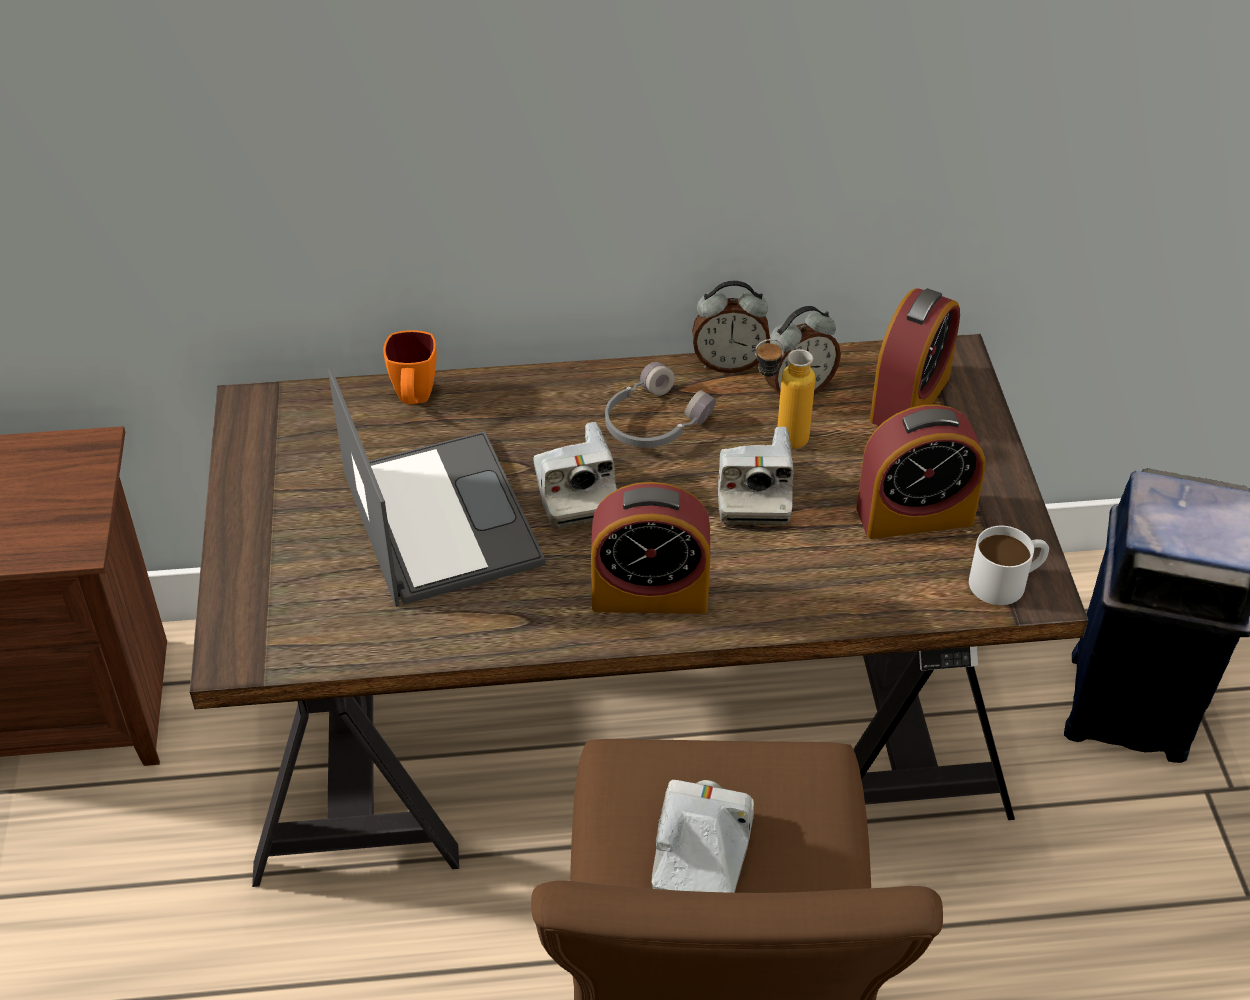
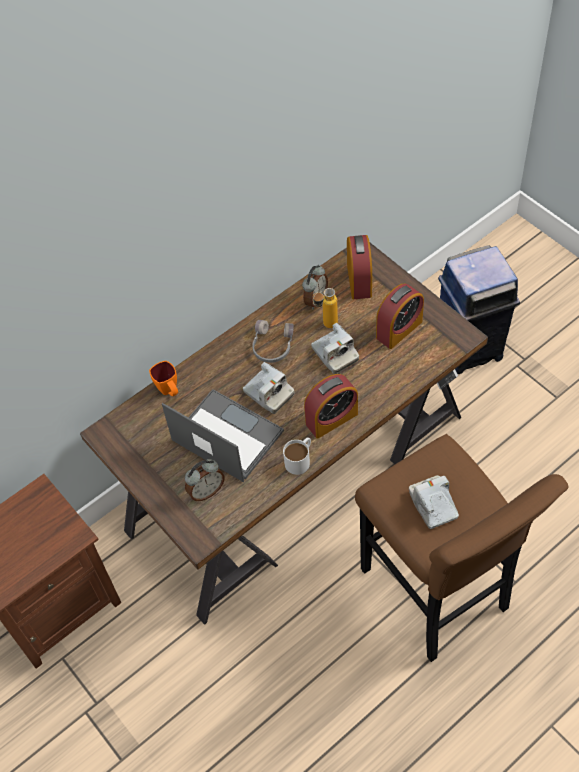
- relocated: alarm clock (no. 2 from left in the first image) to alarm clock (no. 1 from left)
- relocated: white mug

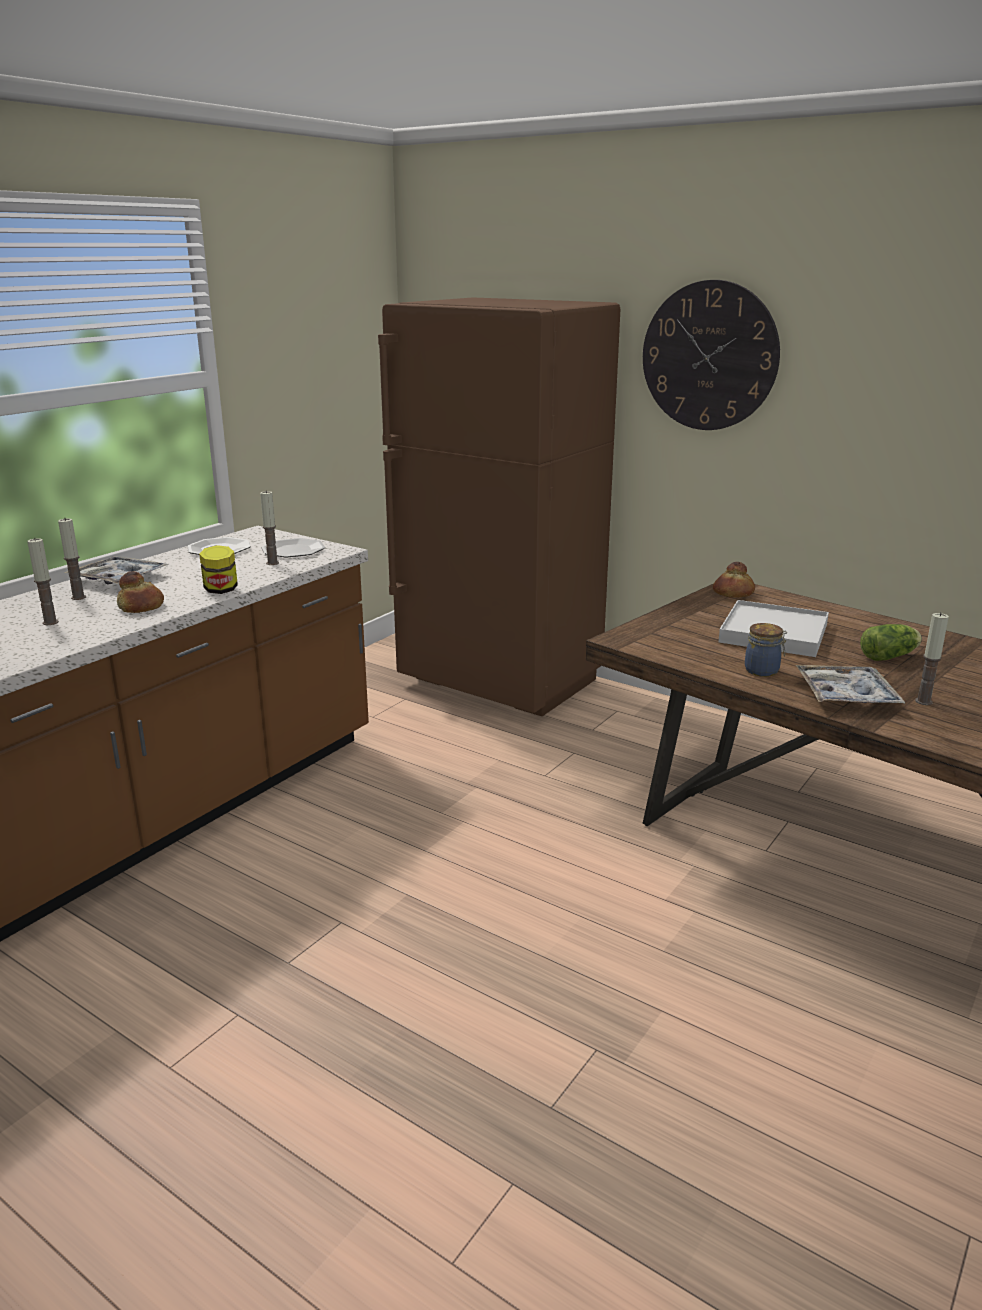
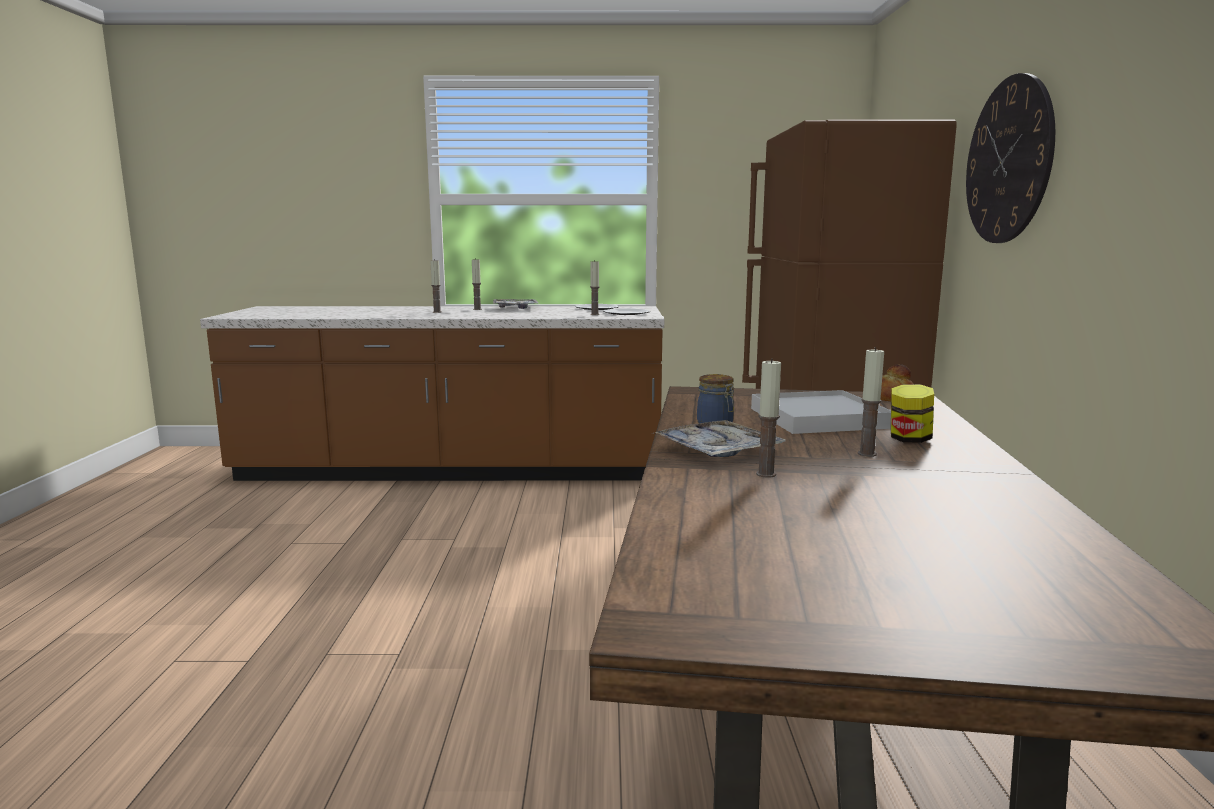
- missing: bread (no. 1 from left)
- relocated: jar (no. 1 from left in the first image) to jar (no. 2 from left)
- exchanged: lettuce to candle (no. 5 from left)

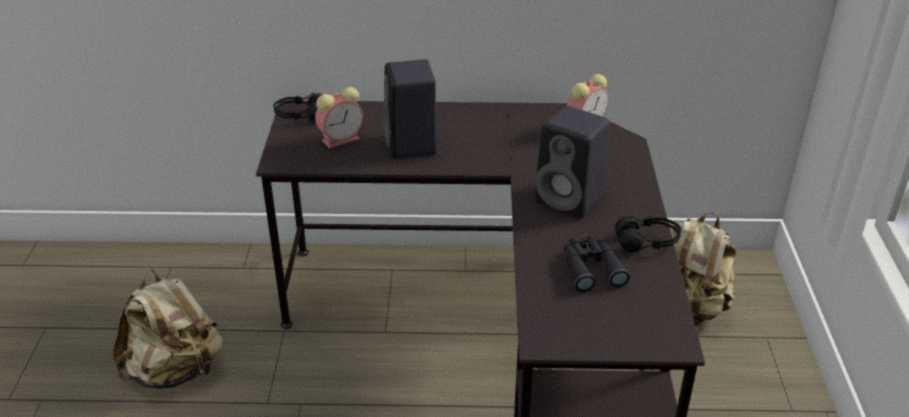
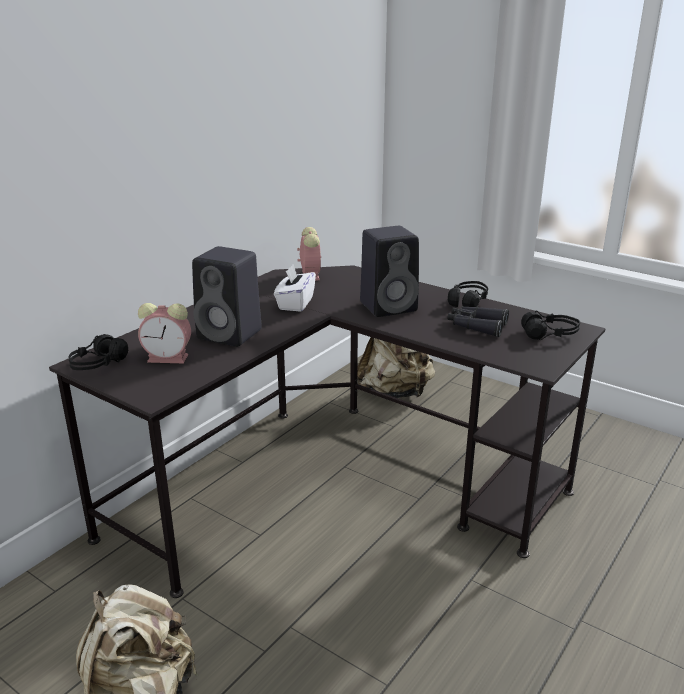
- appeared: white tissue box
- appeared: black headphones (no. 3 from left)
- spun: alarm clock (no. 1 from left) 90 degrees clockwise

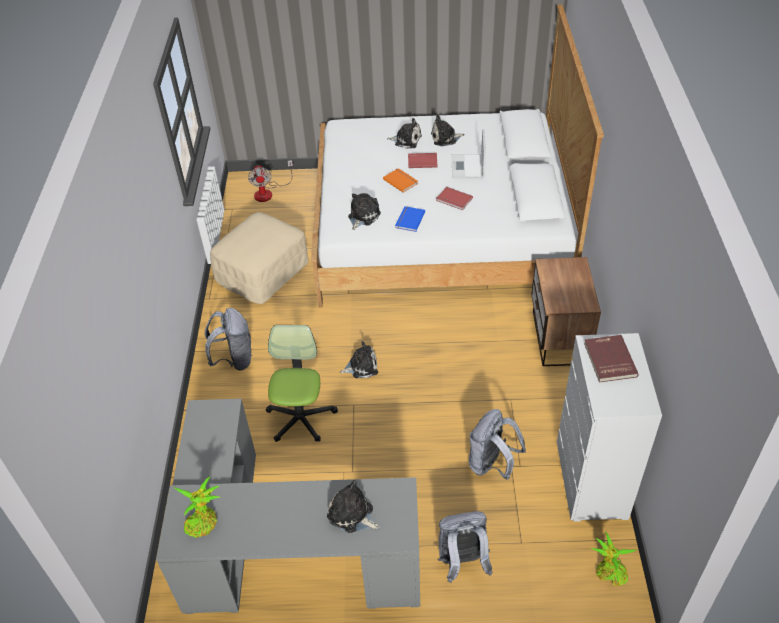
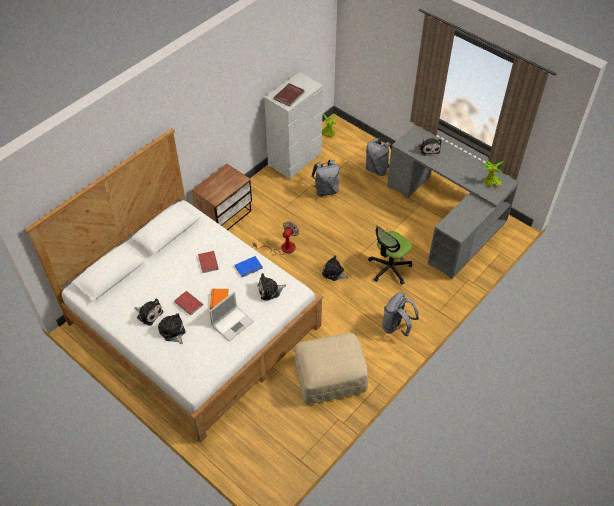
- relocated: fan
- relocated: laptop

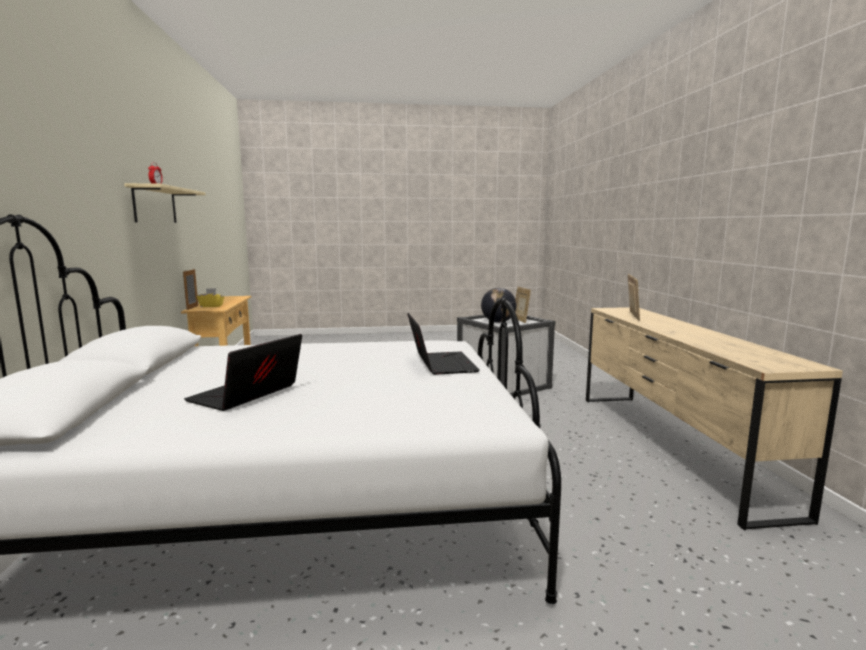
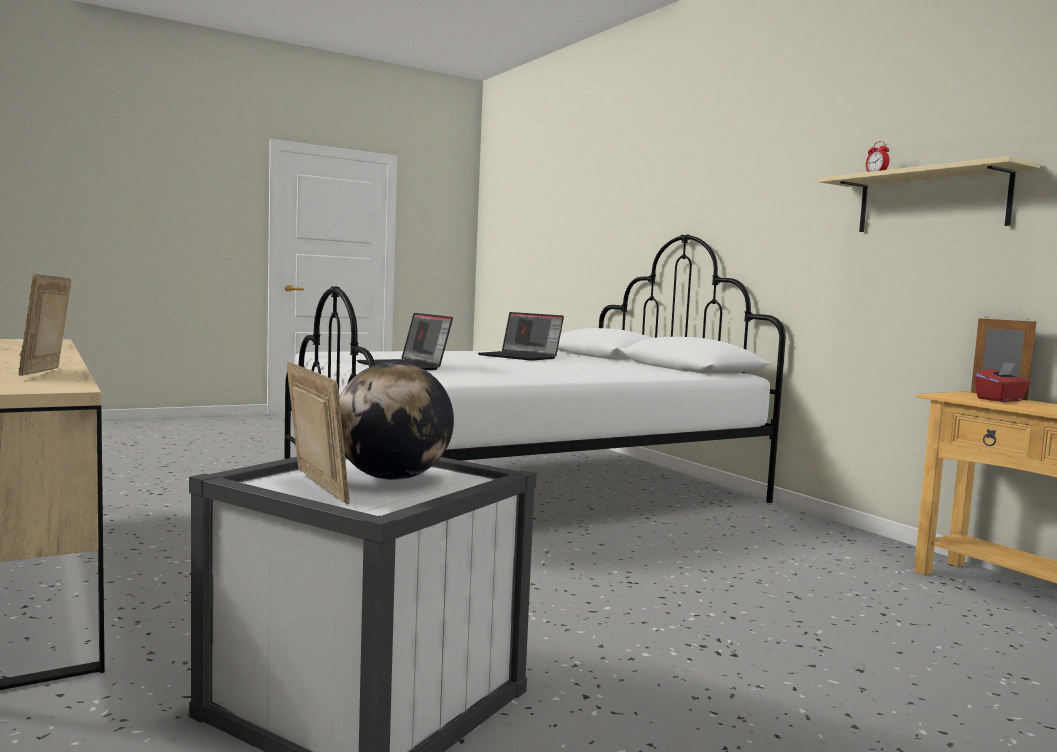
- colour: yellow tissue box to red tissue box
- spun: laptop (no. 1 from left in the first image) 120 degrees clockwise

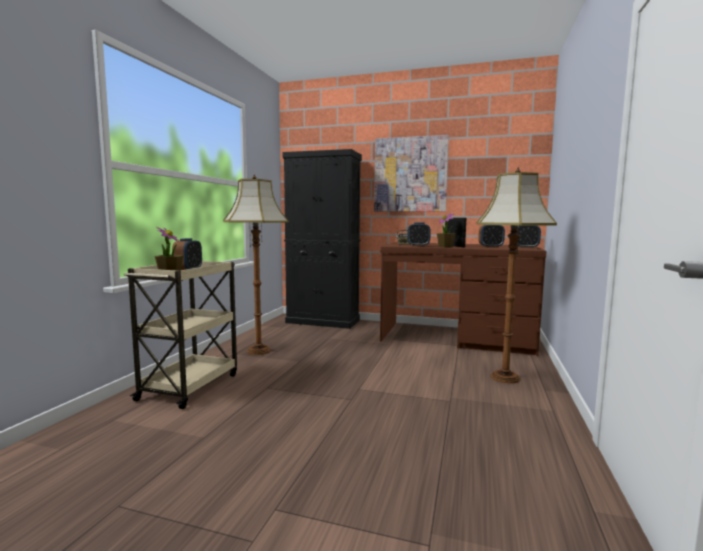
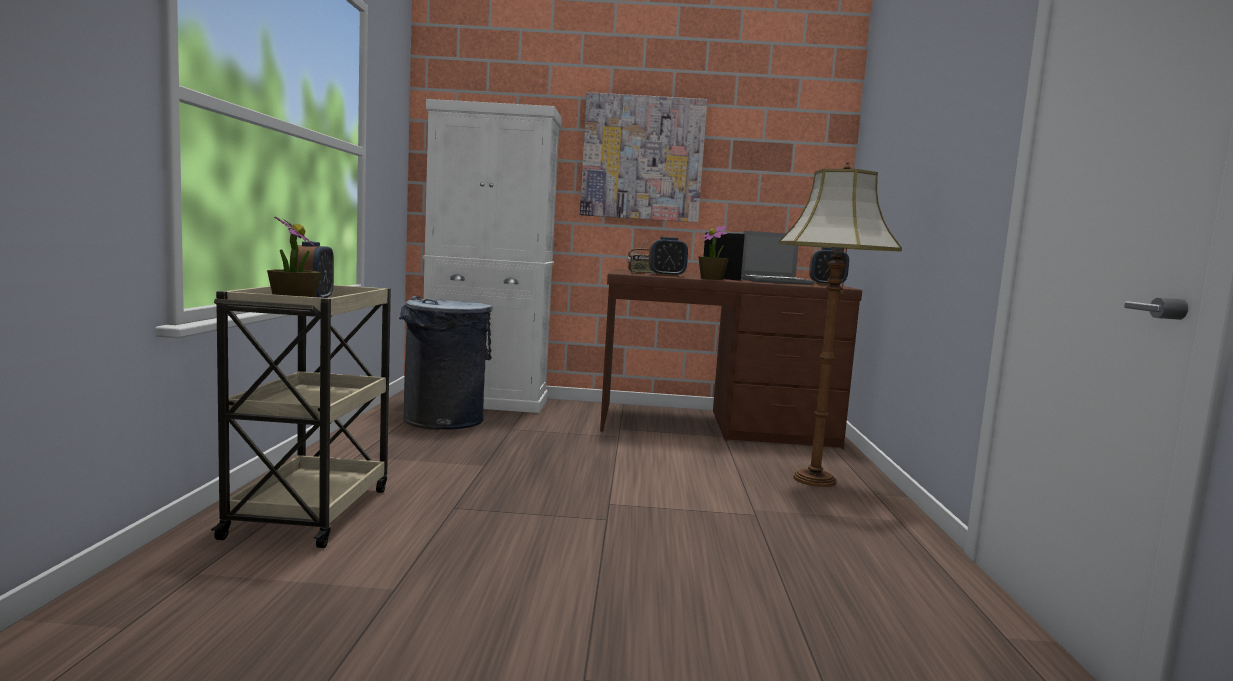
- missing: floor lamp (no. 1 from left)
- appeared: grey trash can
- exchanged: alarm clock (no. 3 from left) to laptop
- colour: black cabinet to white cabinet

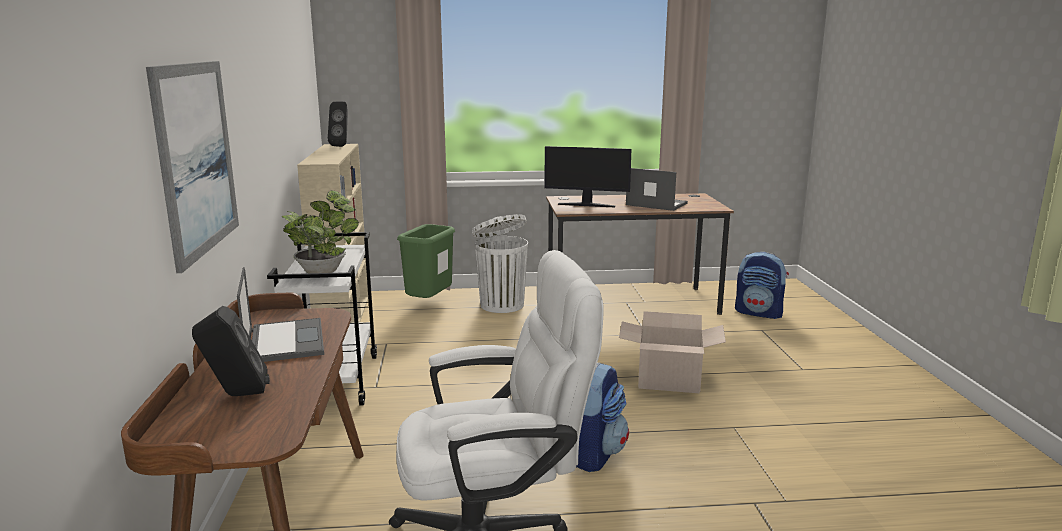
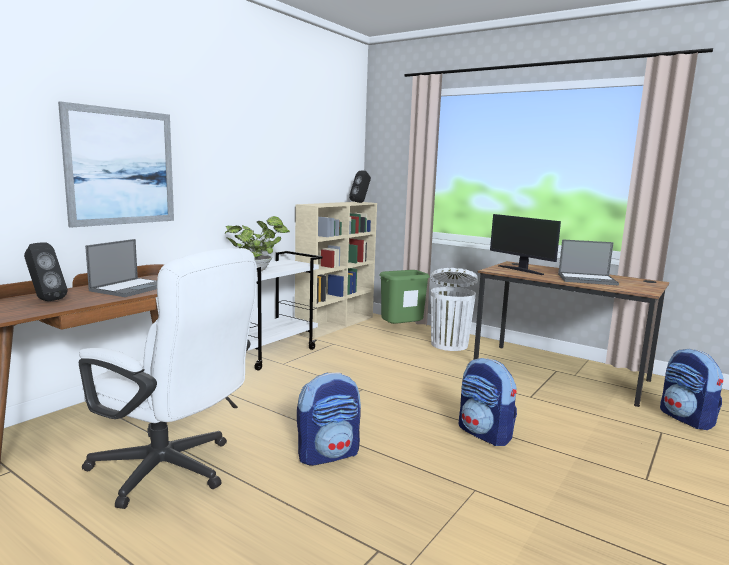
- exchanged: cardboard box to backpack (no. 2 from left)
- spun: laptop (no. 2 from left) 120 degrees clockwise

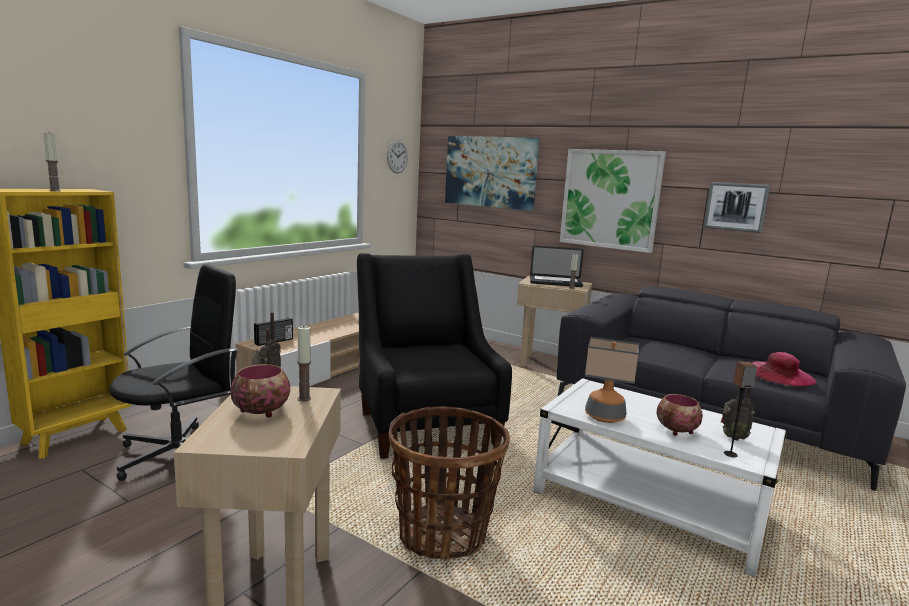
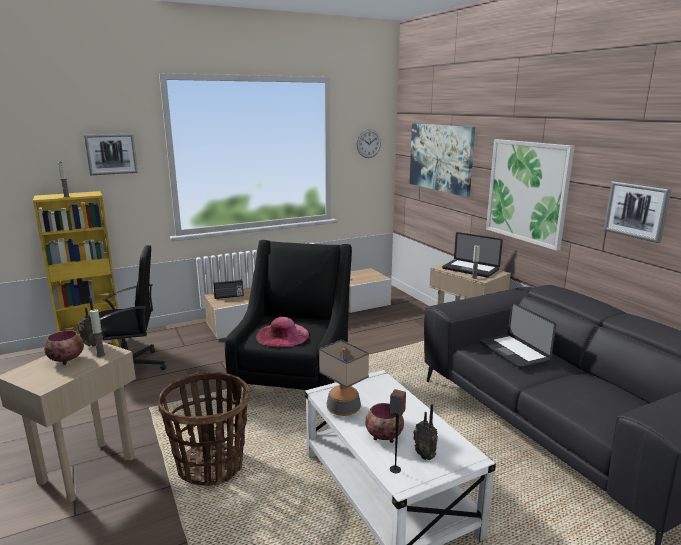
- appeared: picture (no. 1 from left)
- appeared: laptop (no. 2 from left)
- relocated: pink hat

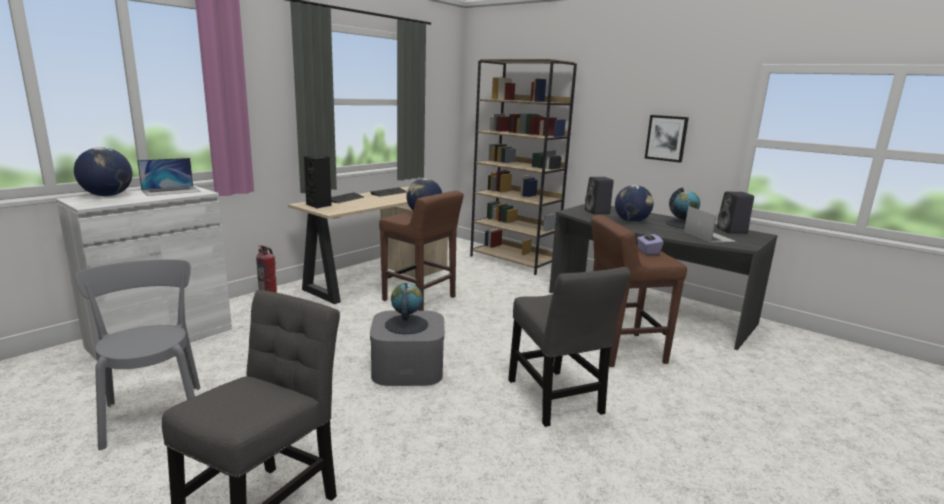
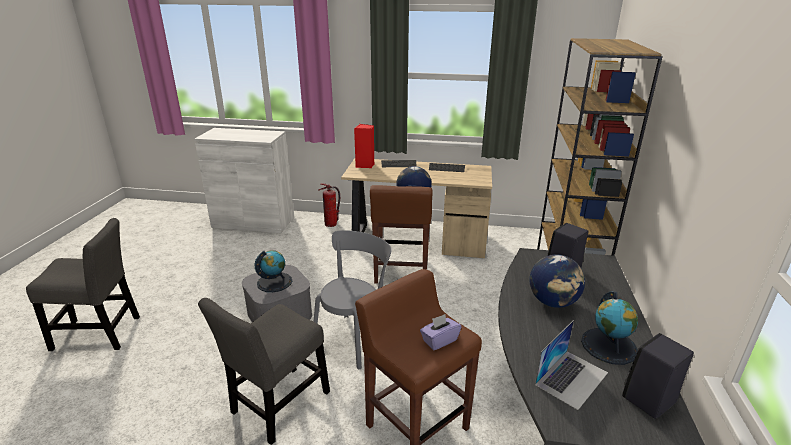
- missing: globe (no. 1 from left)
- missing: laptop (no. 1 from left)
- missing: picture
- relocated: grey chair (no. 1 from left in the first image) to grey chair (no. 3 from left)
- colour: black speaker (no. 1 from left) to red speaker

